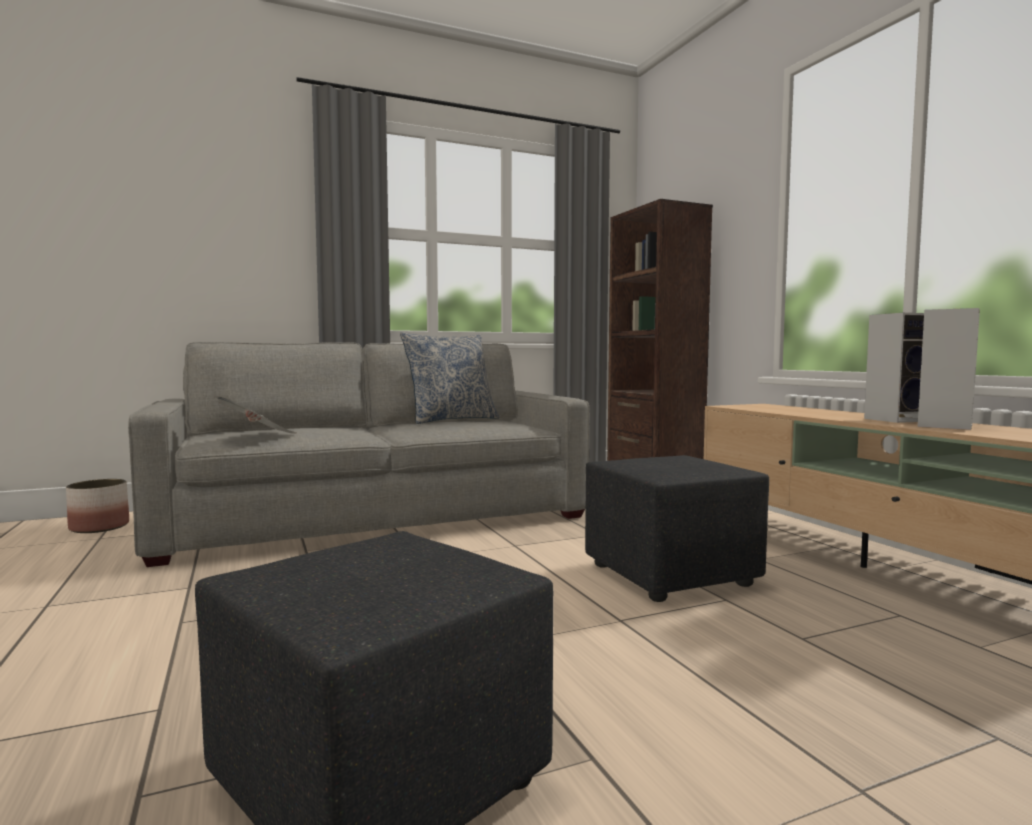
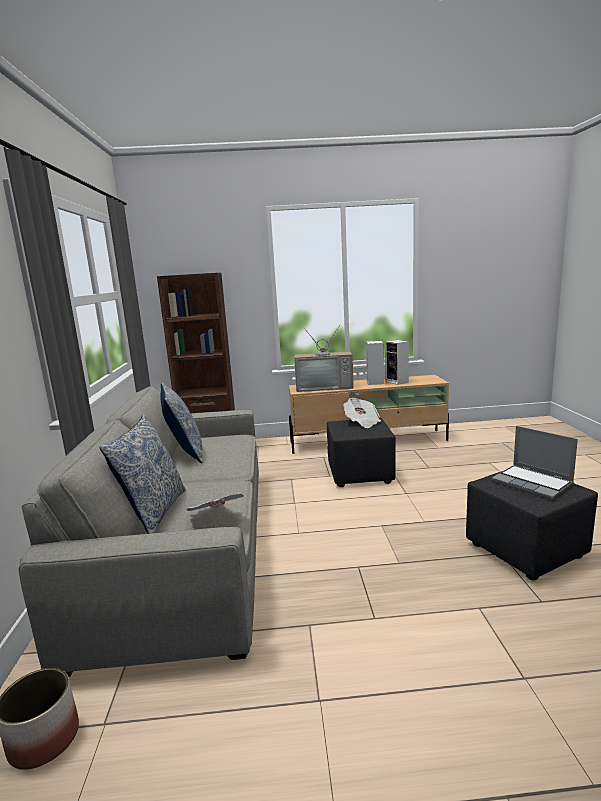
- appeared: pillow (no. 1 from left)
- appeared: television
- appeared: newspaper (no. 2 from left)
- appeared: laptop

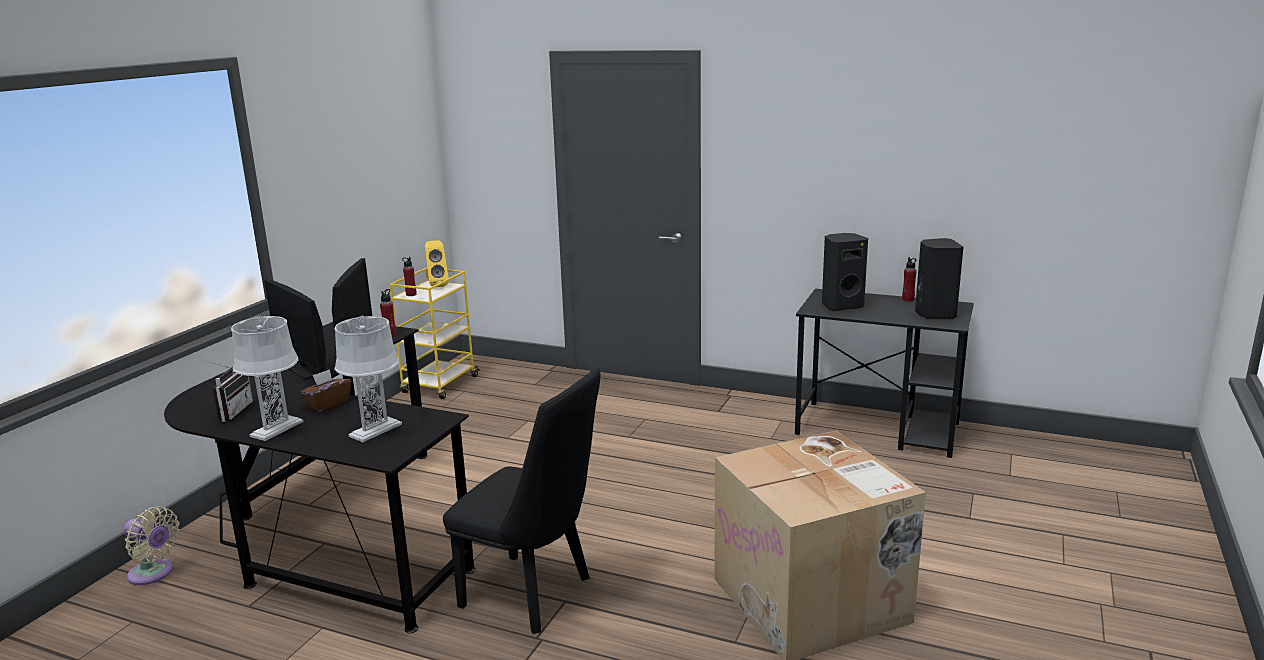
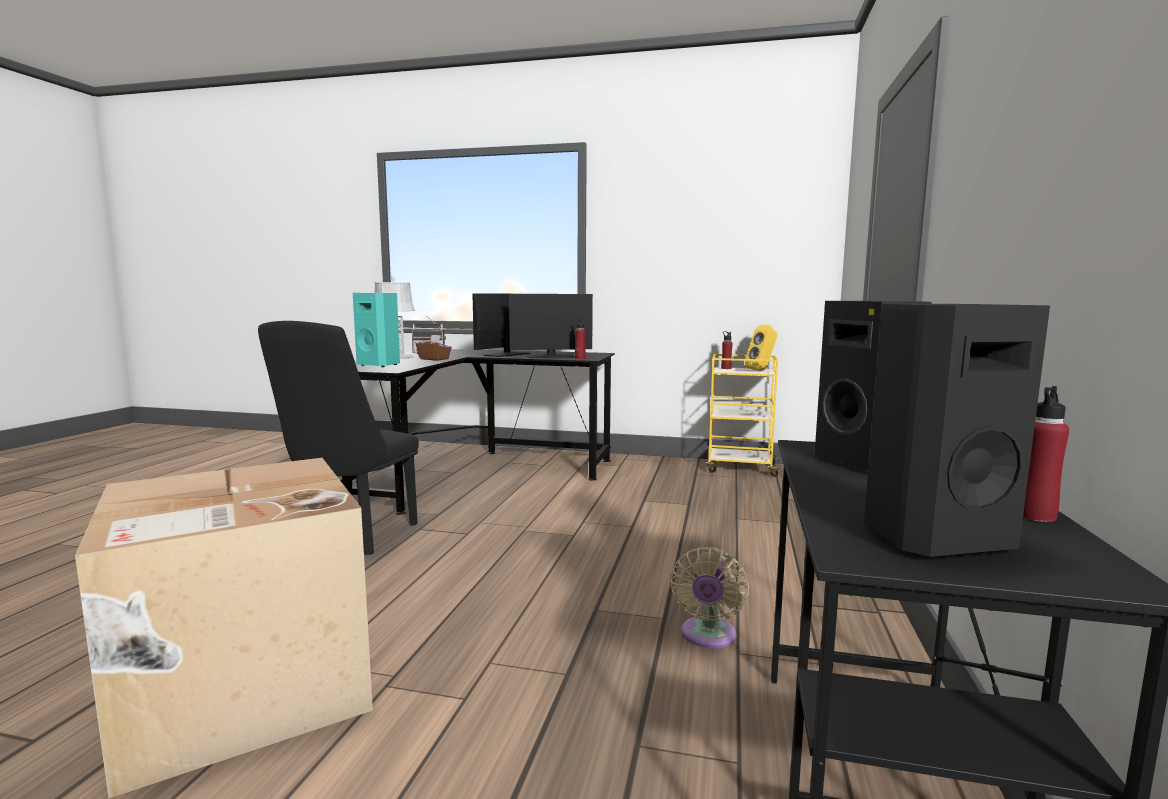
- relocated: beige fan
- exchanged: grey table lamp (no. 2 from left) to turquoise speaker

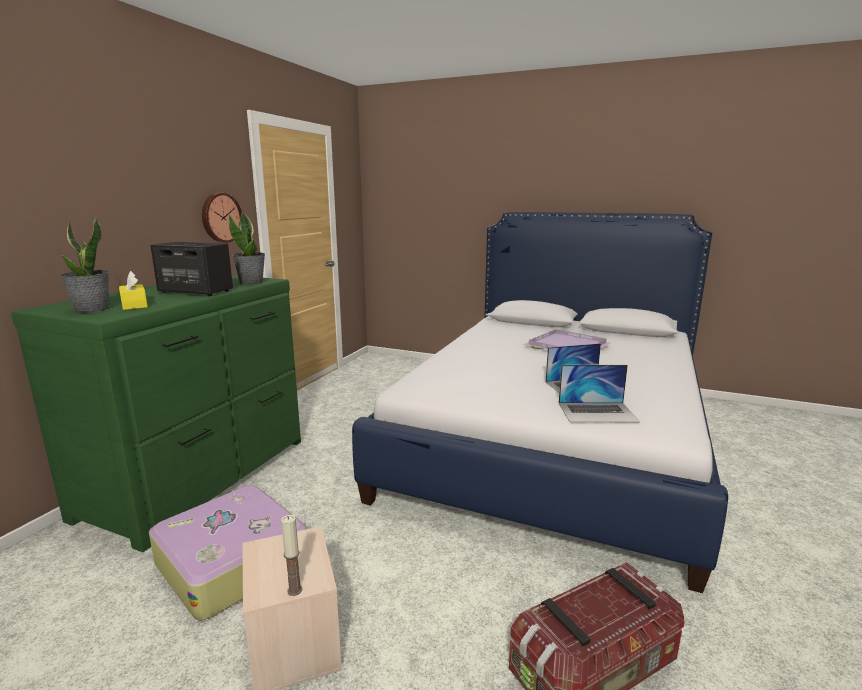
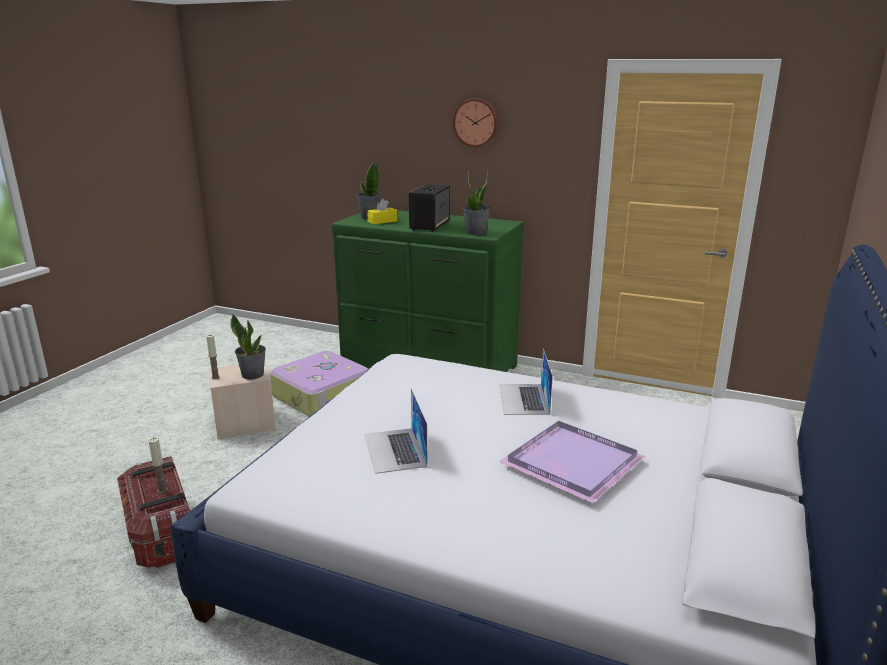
- appeared: candle (no. 1 from left)
- appeared: potted plant (no. 1 from left)
- relocated: wall clock
- relocated: laptop (no. 2 from left)

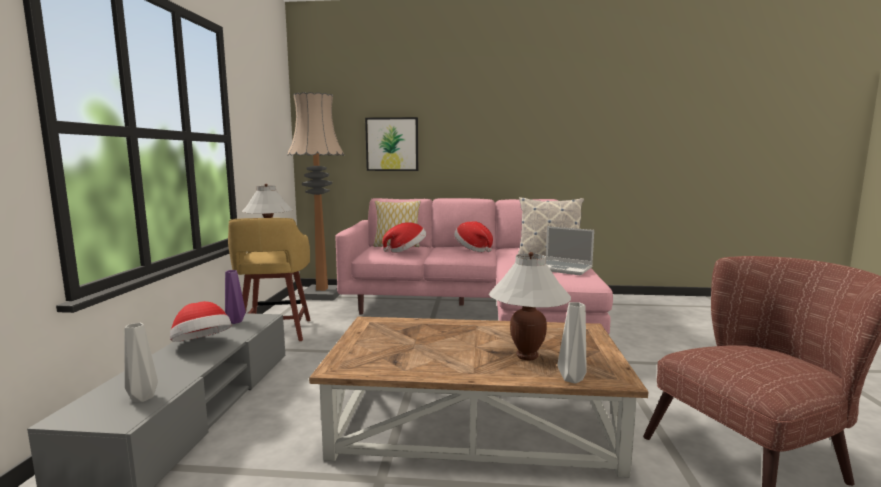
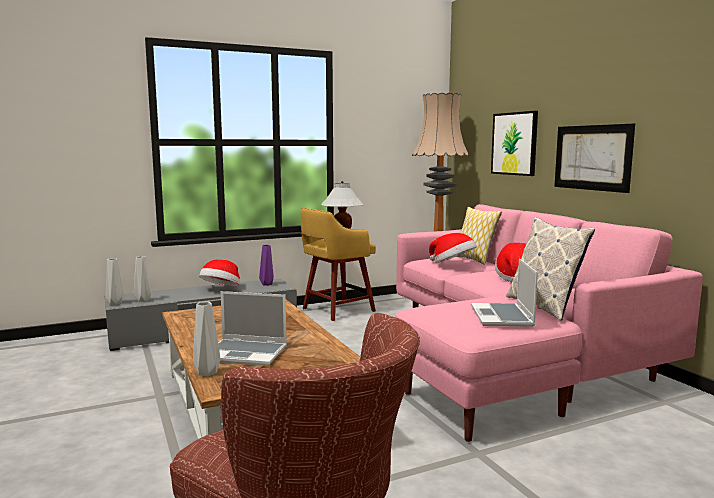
- appeared: grey vase (no. 1 from left)
- appeared: picture (no. 2 from left)
- exchanged: white table lamp (no. 2 from left) to laptop (no. 1 from left)

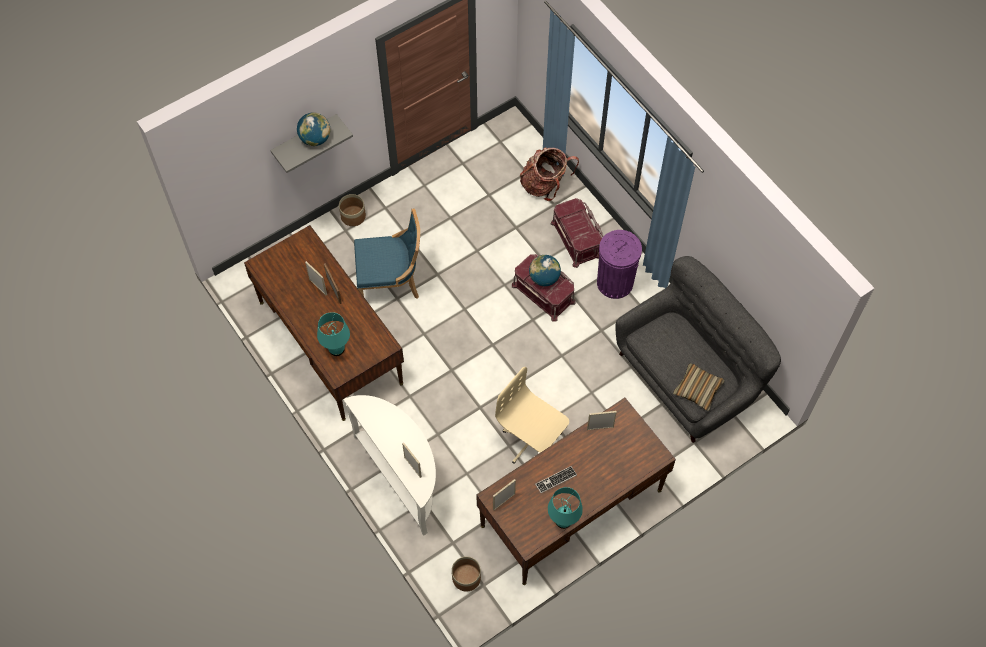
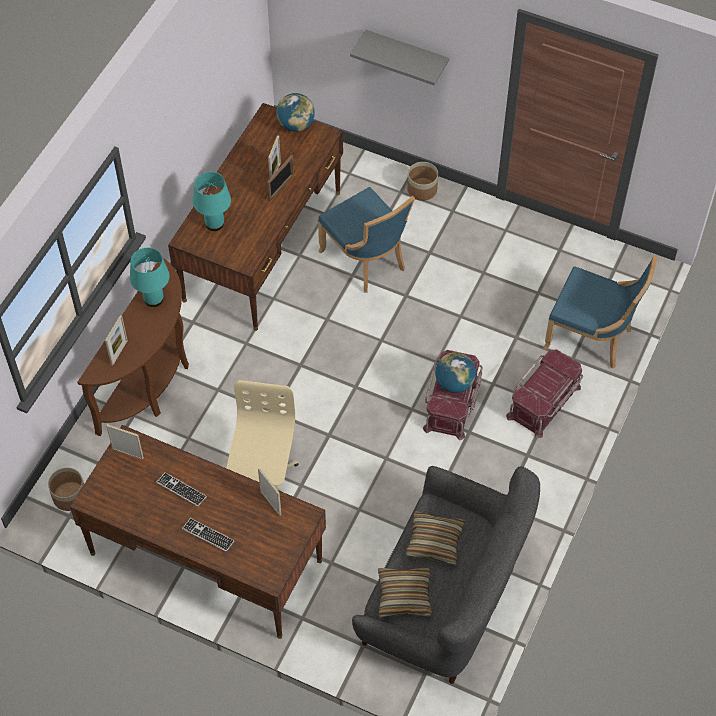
- missing: purple trash can
- appeared: keyboard (no. 2 from left)
- appeared: pillow (no. 2 from left)
- relocated: globe (no. 1 from left)
- relocated: turquoise table lamp (no. 2 from left in the first image) to turquoise table lamp (no. 1 from left)
- exchanged: backpack to blue chair (no. 2 from left)
- colour: white console table to brown console table

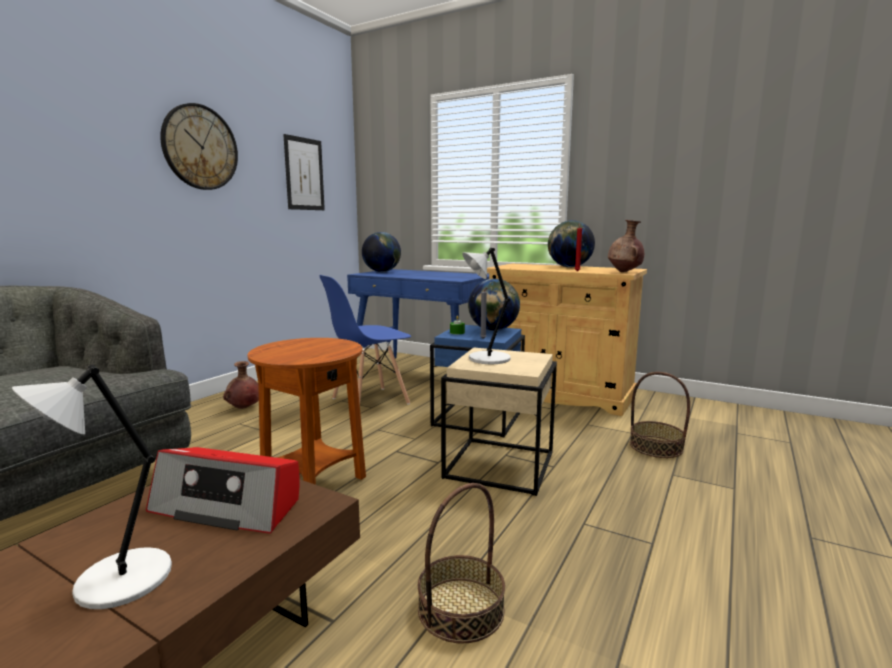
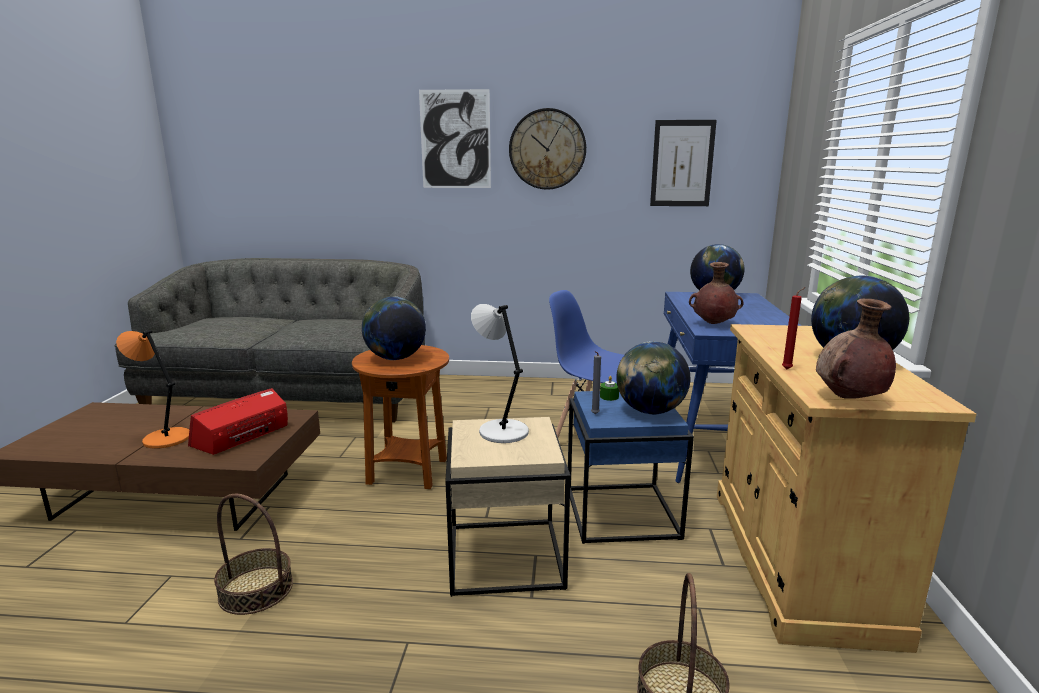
- appeared: globe (no. 1 from left)
- appeared: picture (no. 1 from left)
- relocated: brown vase (no. 1 from left)
- colour: grey table lamp (no. 1 from left) to orange table lamp
- spun: radio 45 degrees clockwise

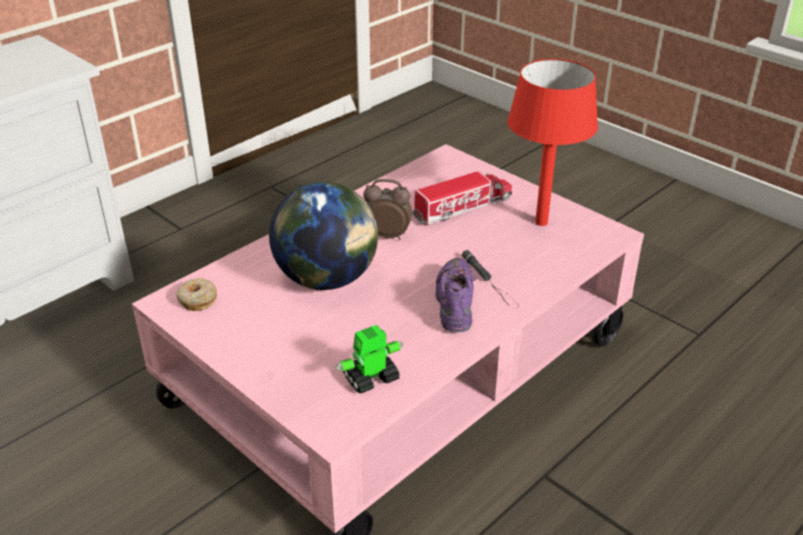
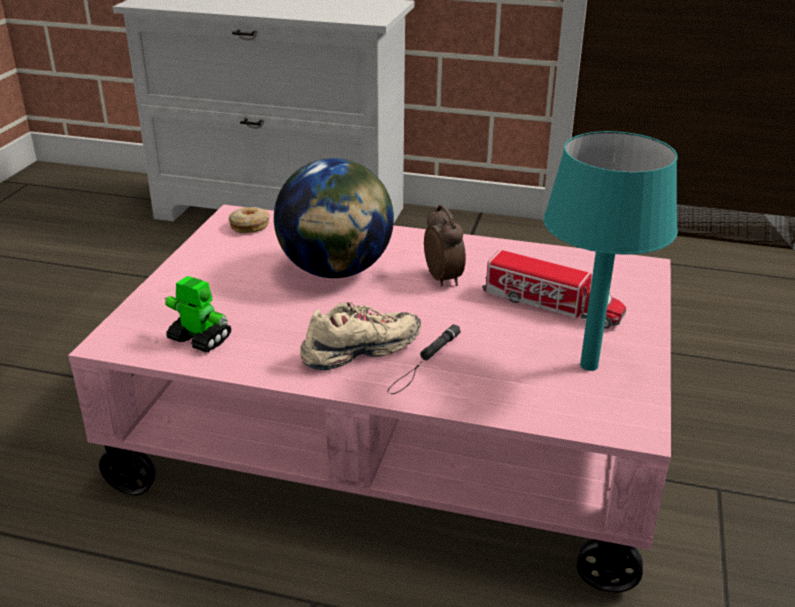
- colour: purple shoe to beige shoe
- colour: red table lamp to turquoise table lamp

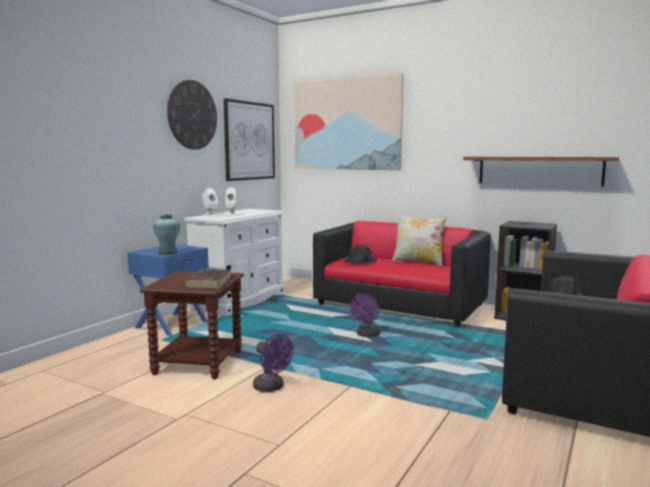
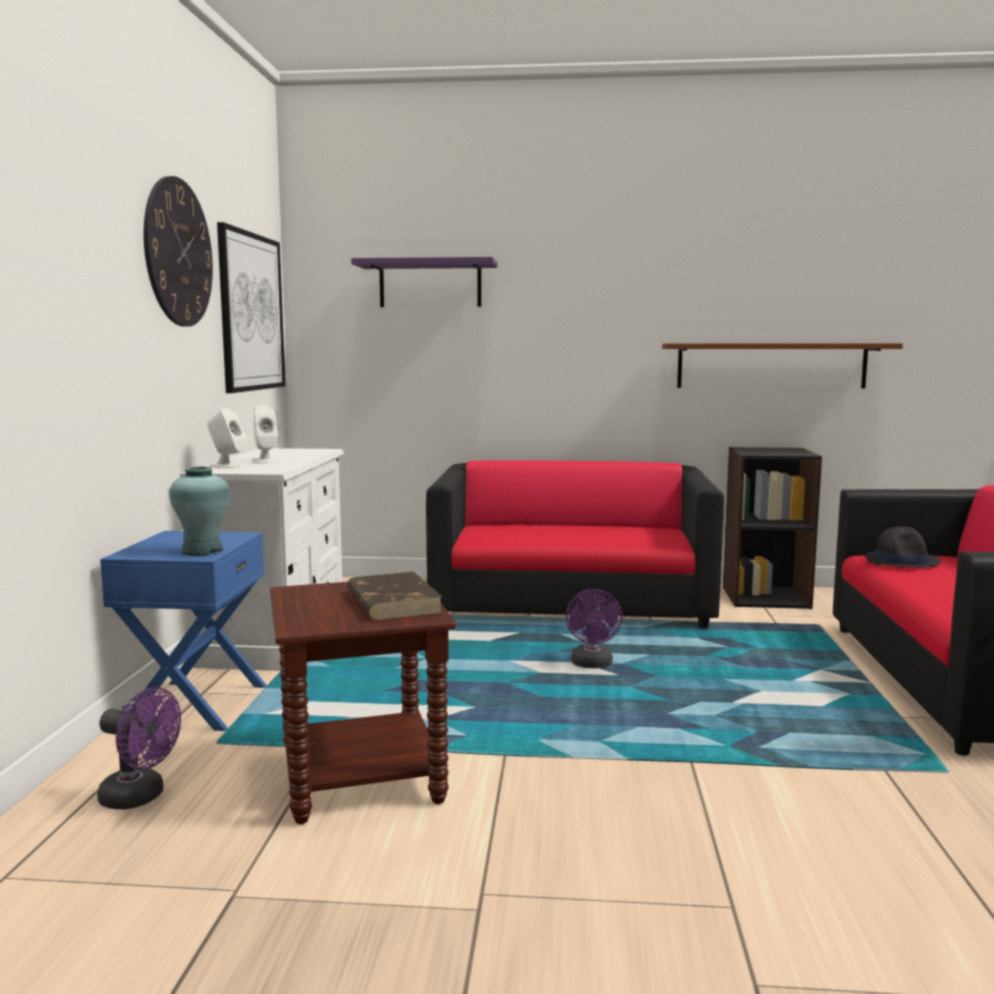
- missing: black hat (no. 1 from left)
- missing: pillow
- relocated: purple fan (no. 1 from left)
- exchanged: picture (no. 2 from left) to purple shelf

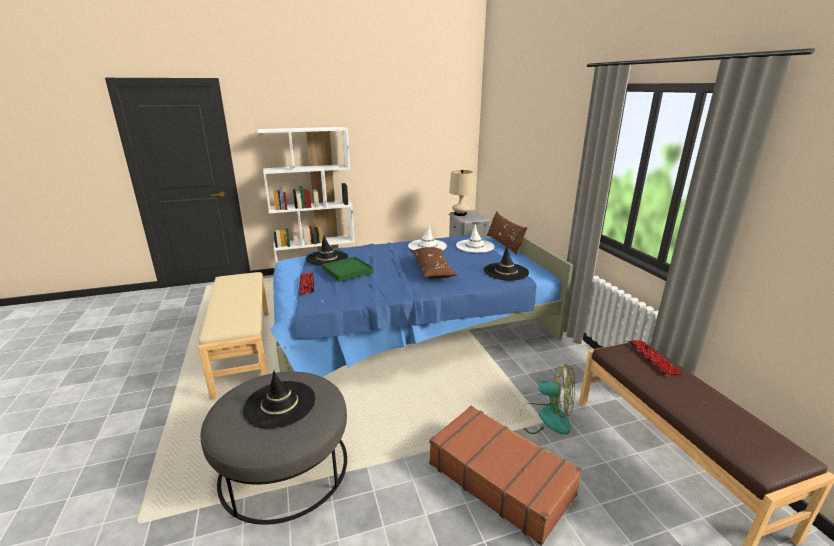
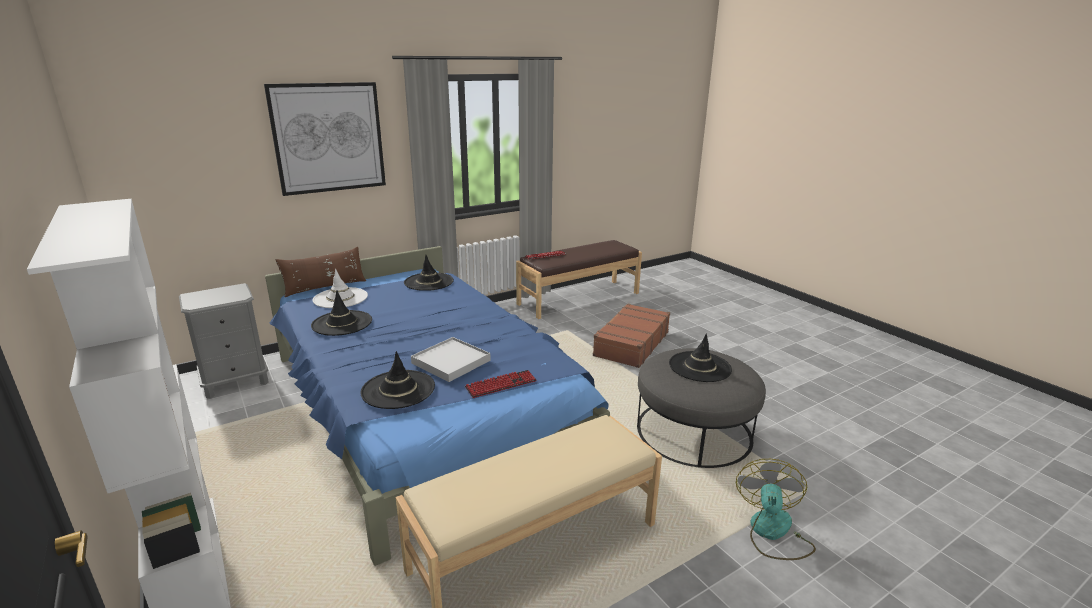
- missing: brown pillow (no. 1 from left)
- missing: beige table lamp
- appeared: picture
- relocated: fan
- colour: green tray to white tray
- colour: white hat (no. 1 from left) to black hat (no. 1 from left)

